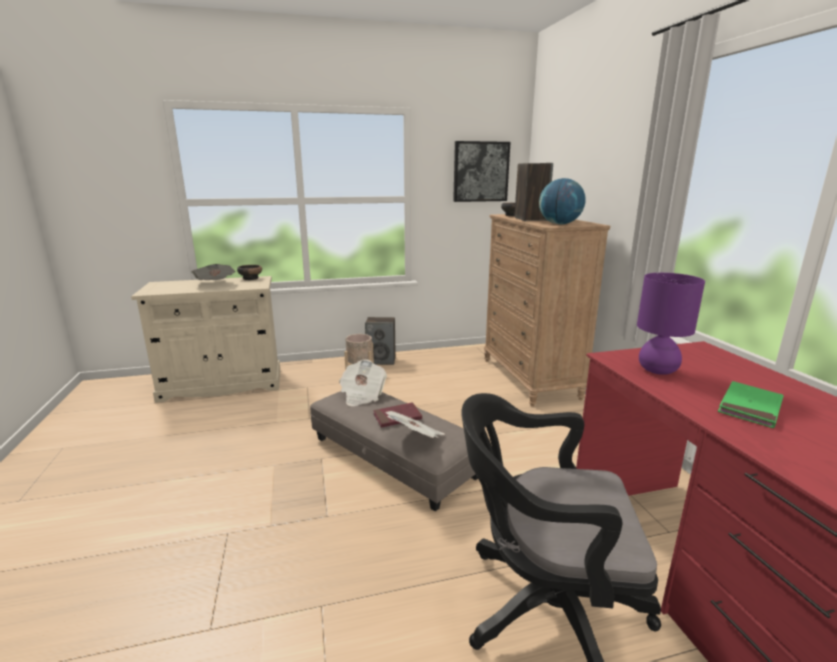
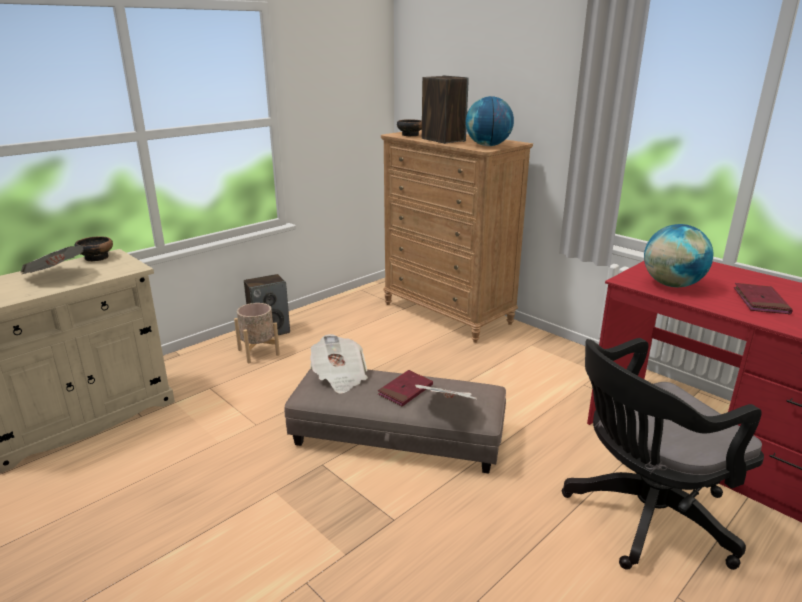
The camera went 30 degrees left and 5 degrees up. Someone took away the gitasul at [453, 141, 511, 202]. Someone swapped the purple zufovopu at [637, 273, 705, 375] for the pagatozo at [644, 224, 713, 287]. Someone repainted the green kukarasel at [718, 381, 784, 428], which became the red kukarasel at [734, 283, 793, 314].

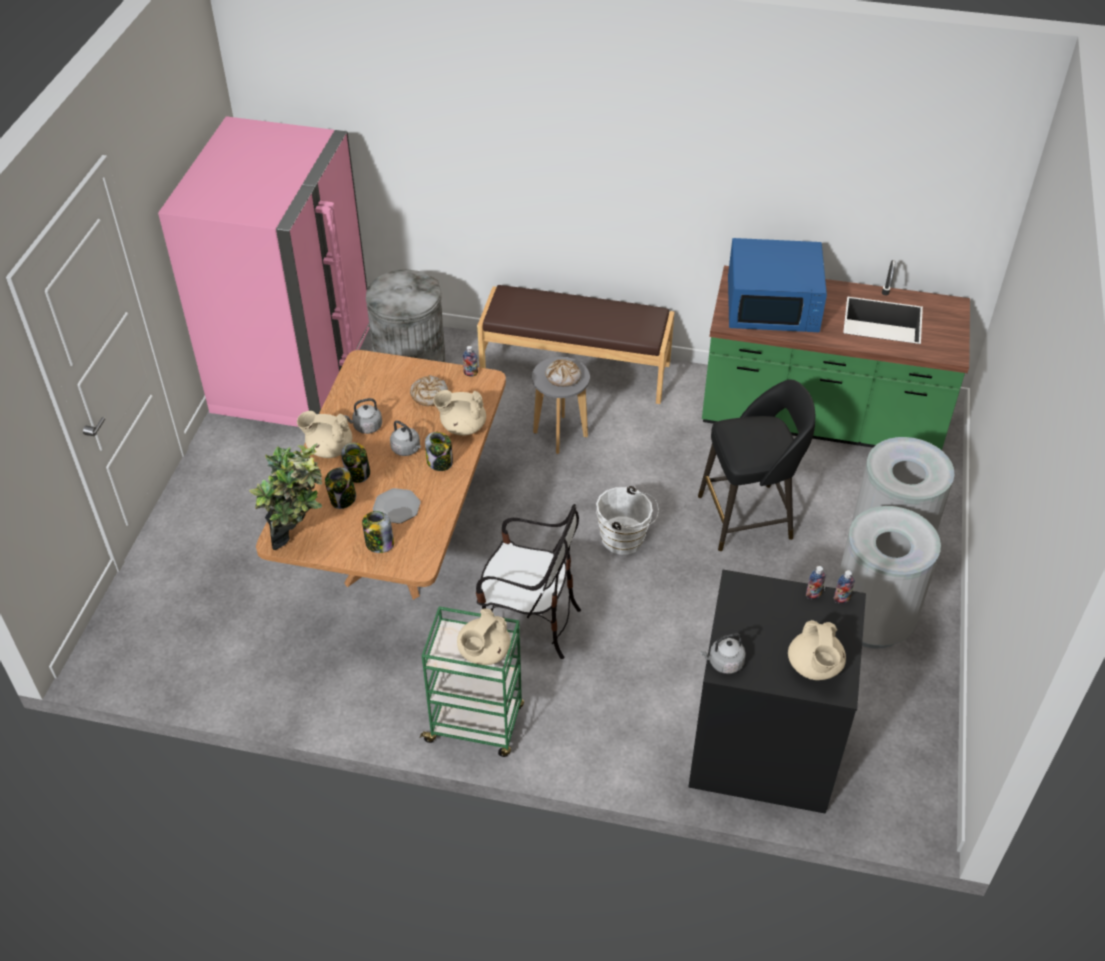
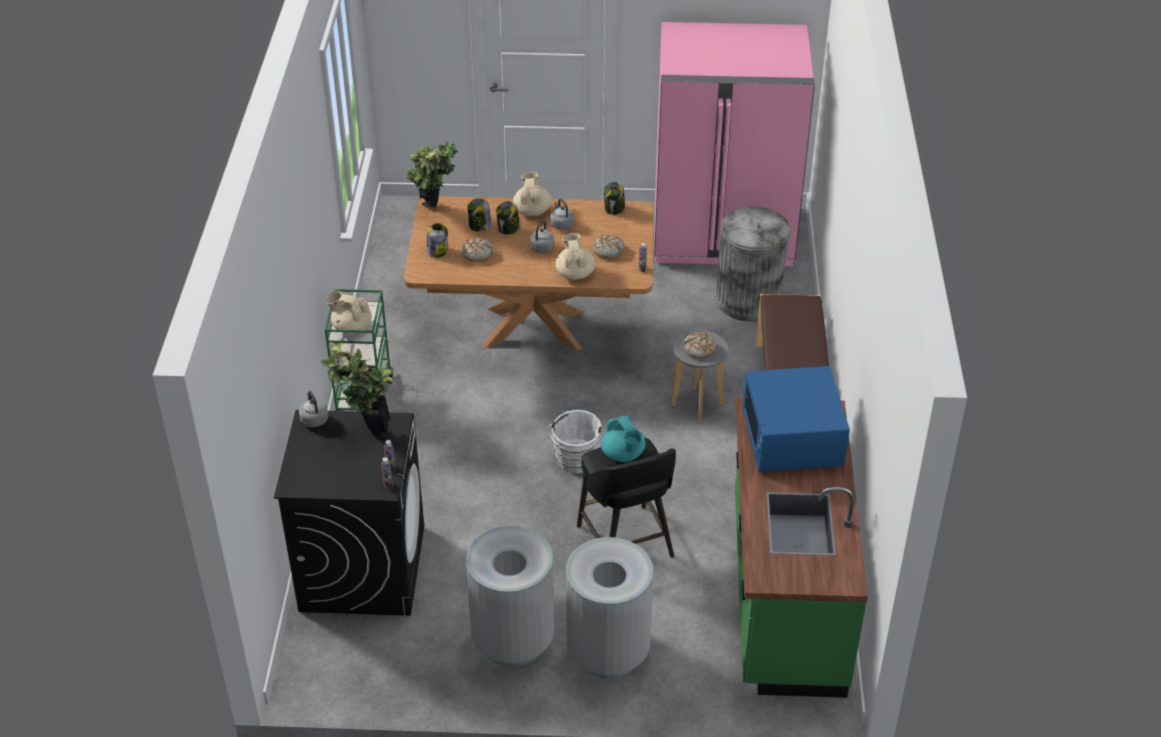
The camera went 80 degrees right and 5 degrees down. Someone swapped the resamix at [373, 488, 421, 524] for the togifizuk at [461, 237, 493, 262]. Someone carried the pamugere from [425, 432, 453, 471] to [604, 182, 625, 215]. Someone took away the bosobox at [476, 504, 581, 659]. Someone took away the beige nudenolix at [788, 620, 846, 680]. Someone put down the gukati at [319, 342, 393, 437]. Someone put down the turquoise nudenolix at [601, 416, 646, 462].

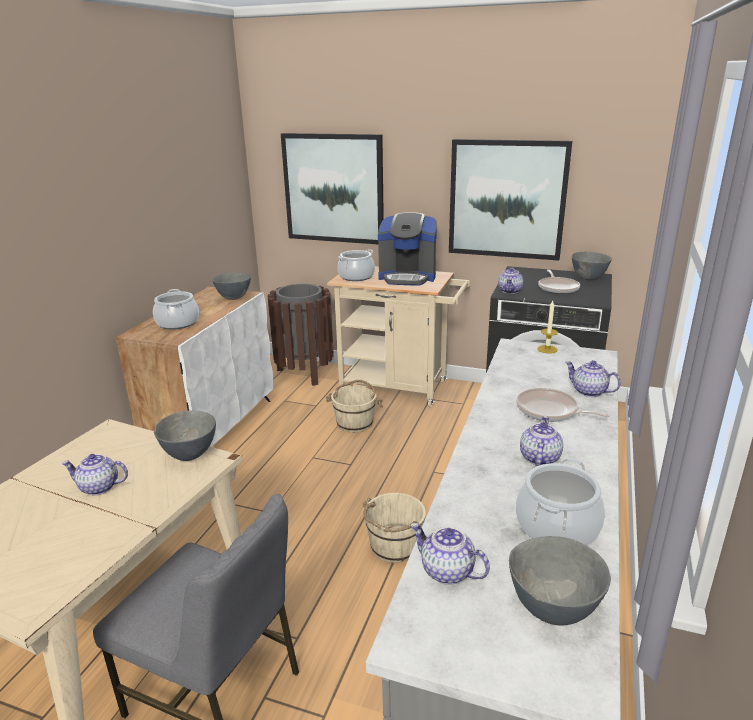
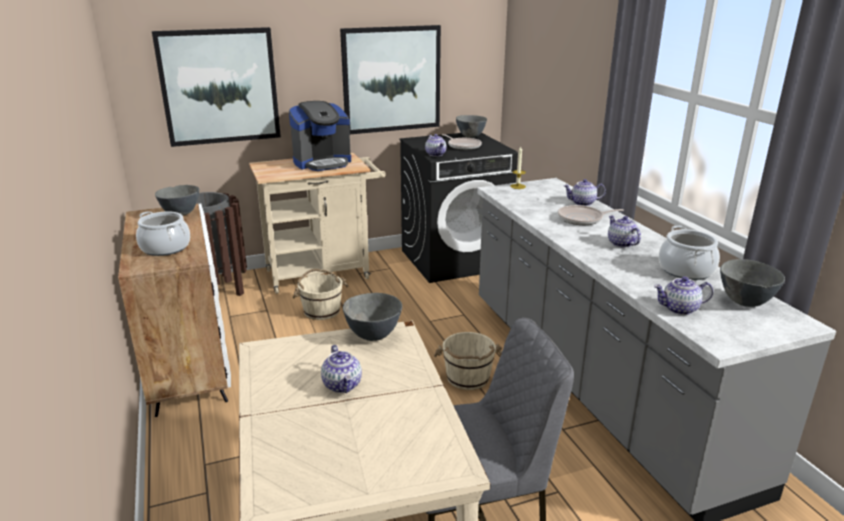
The camera went 40 degrees left and 0 degrees up. Someone rotated the nudenolix at [61, 454, 128, 495] by 75 degrees counterclockwise. Someone took away the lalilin at [337, 249, 375, 281].

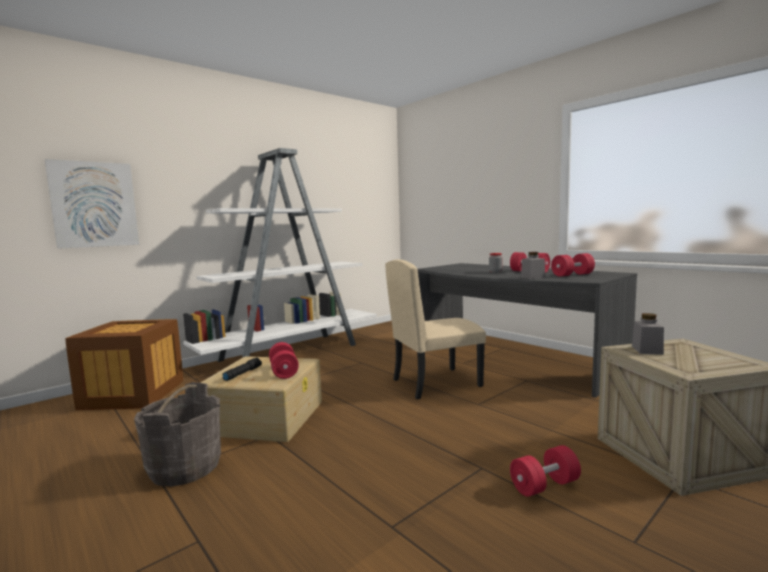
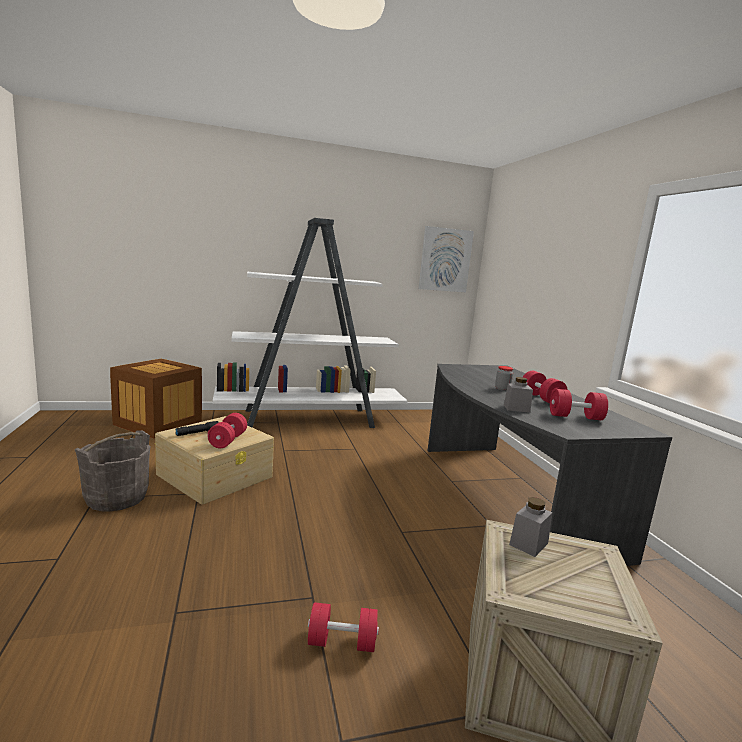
The camera went 25 degrees right and 5 degrees up. Someone carried the gitasul from [45, 159, 139, 249] to [419, 226, 474, 292]. Someone took away the beige bosobox at [385, 259, 486, 399].

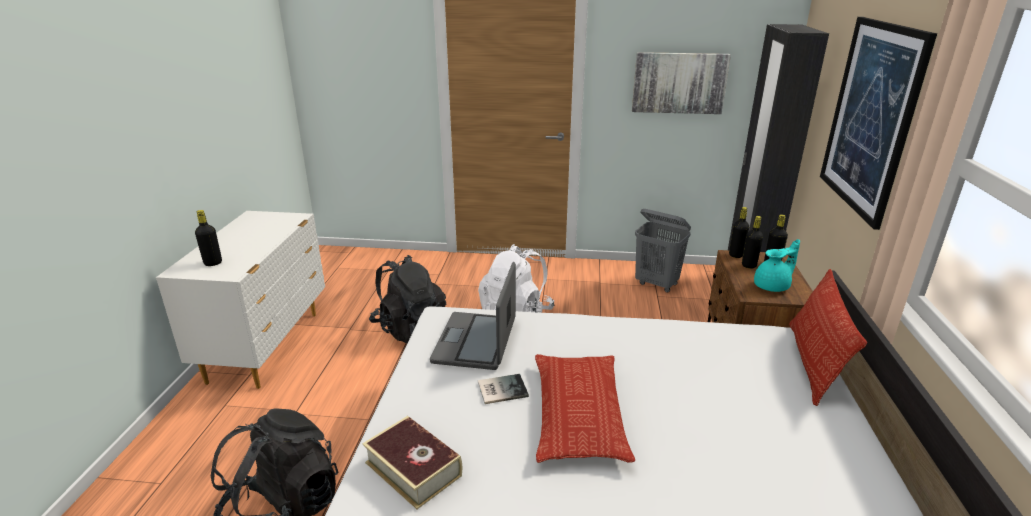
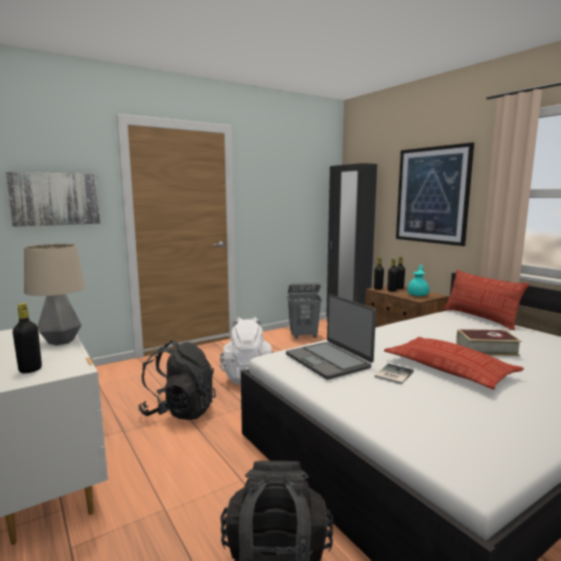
The camera went 40 degrees left and 15 degrees down. Someone carried the kukarasel from [362, 416, 462, 509] to [456, 329, 522, 356]. Someone carried the gitasul from [632, 52, 731, 114] to [6, 172, 101, 227]. Someone put down the zufovopu at [24, 244, 85, 345].

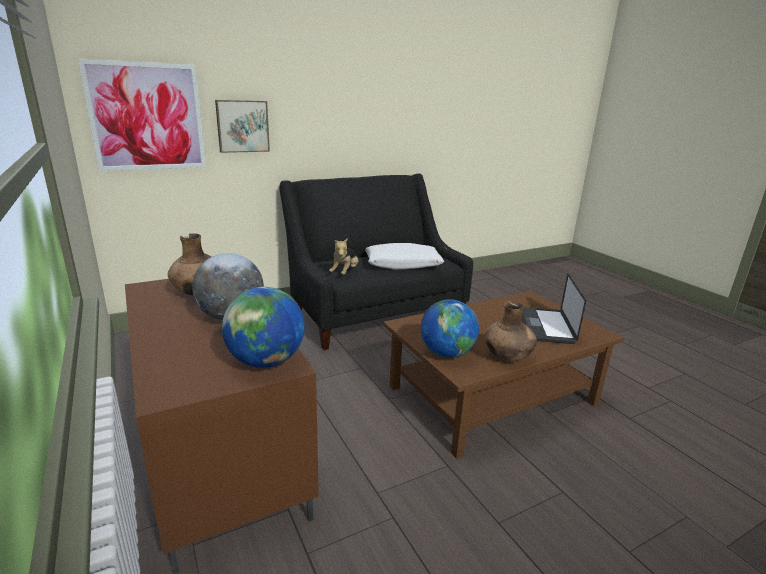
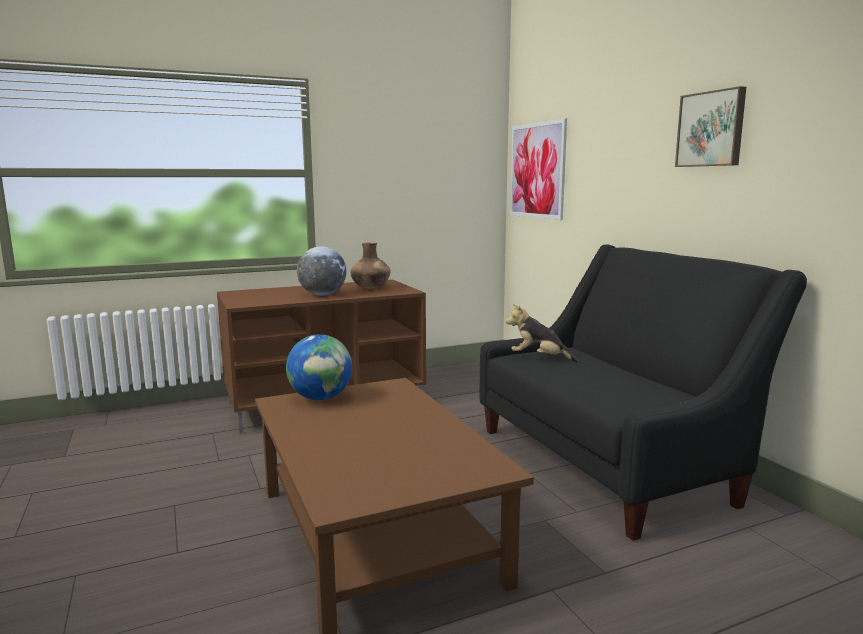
The camera went 95 degrees right and 10 degrees down. Someone carried the gitasul from [215, 100, 270, 153] to [675, 86, 746, 167]. Someone took away the pagatozo at [222, 287, 305, 368]. Someone took away the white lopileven at [365, 243, 444, 270]. Someone took away the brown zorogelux at [484, 301, 537, 361]. Someone took away the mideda at [522, 274, 586, 344].

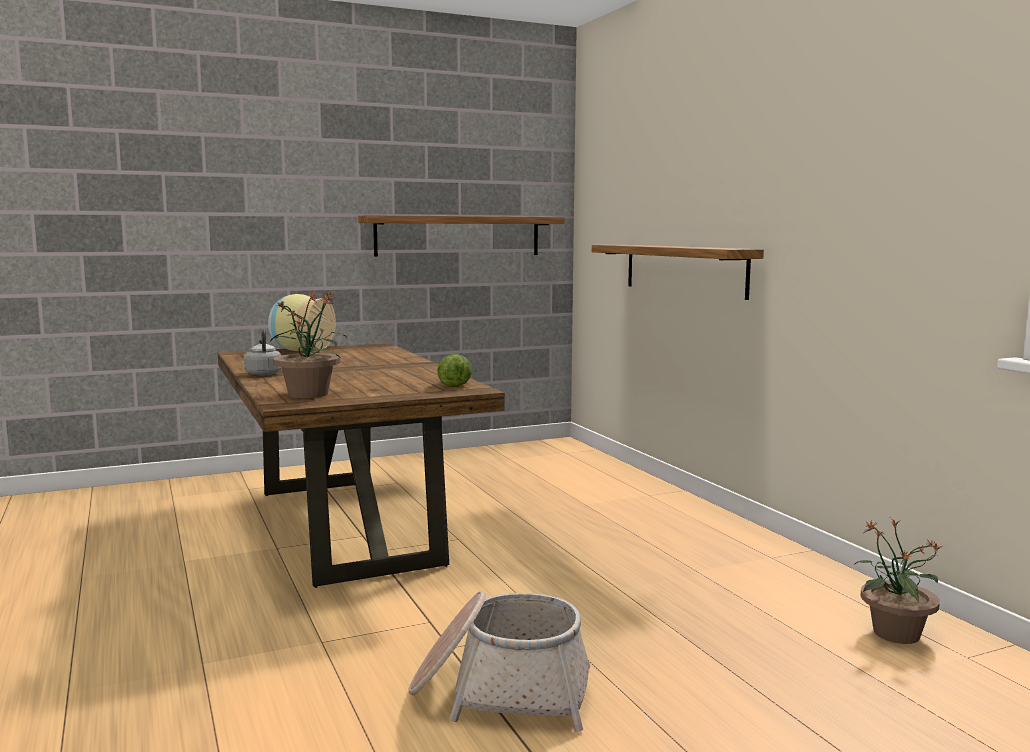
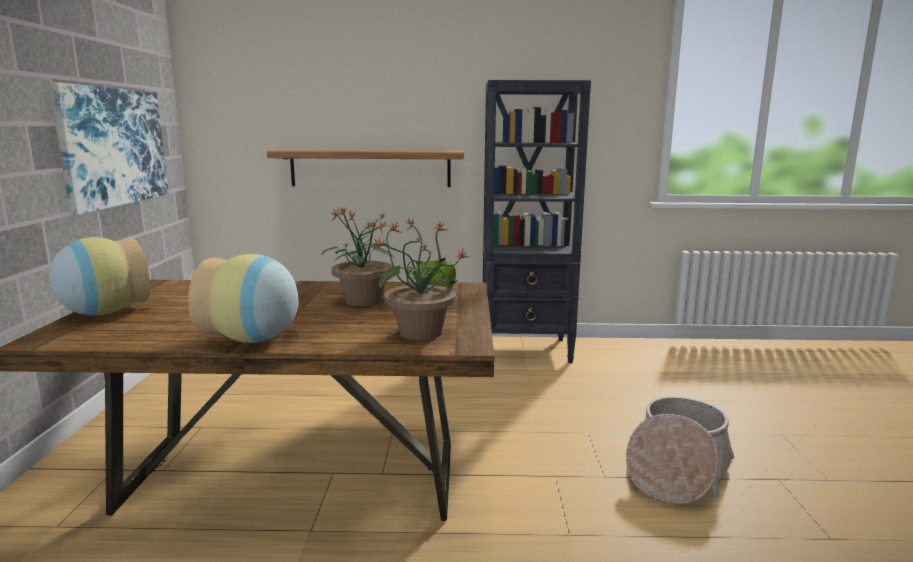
The camera went 65 degrees left and 5 degrees up. Someone swapped the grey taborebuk at [244, 329, 281, 376] for the zorogelux at [188, 254, 299, 343]. Someone swapped the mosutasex at [358, 215, 564, 257] for the gitasul at [49, 82, 169, 215]. Someone carried the gukati from [854, 518, 942, 644] to [322, 208, 396, 306]. Someone put down the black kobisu at [483, 80, 591, 363].

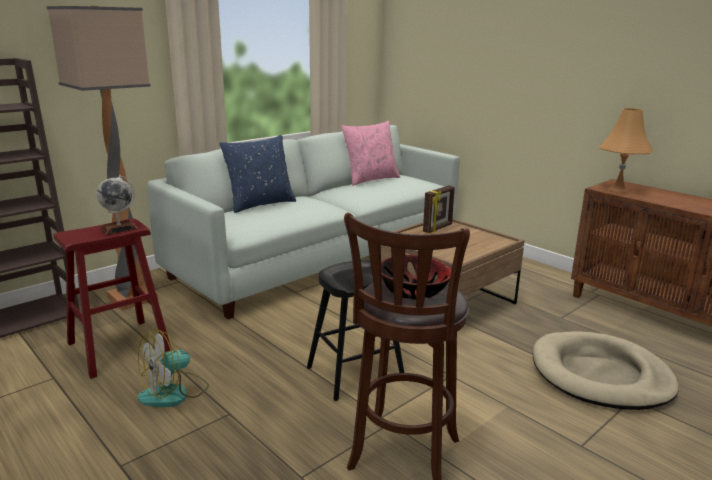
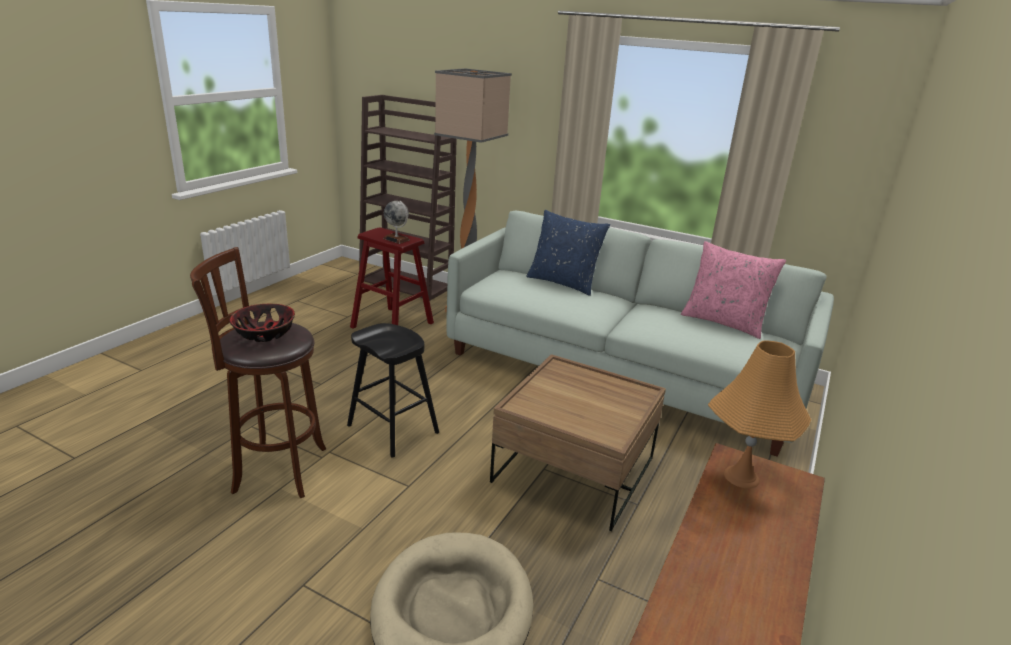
The camera went 70 degrees right and 5 degrees up. Someone took away the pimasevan at [138, 329, 209, 407]. Someone took away the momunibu at [423, 185, 455, 233].

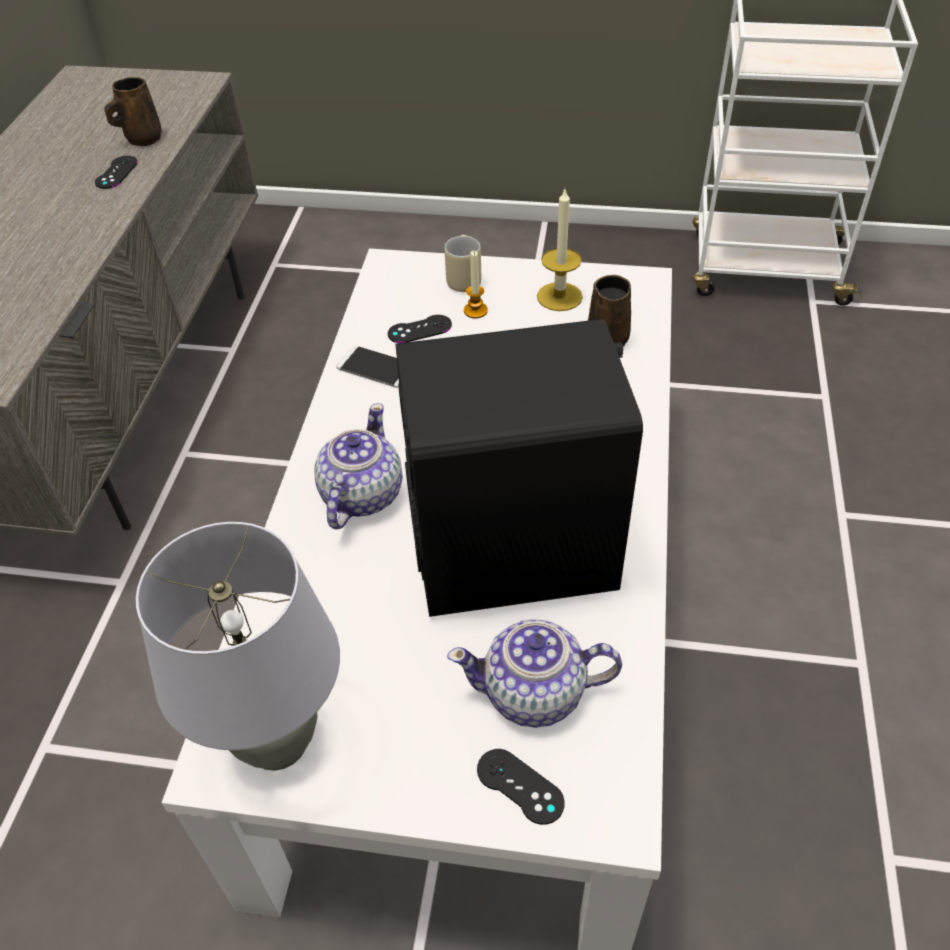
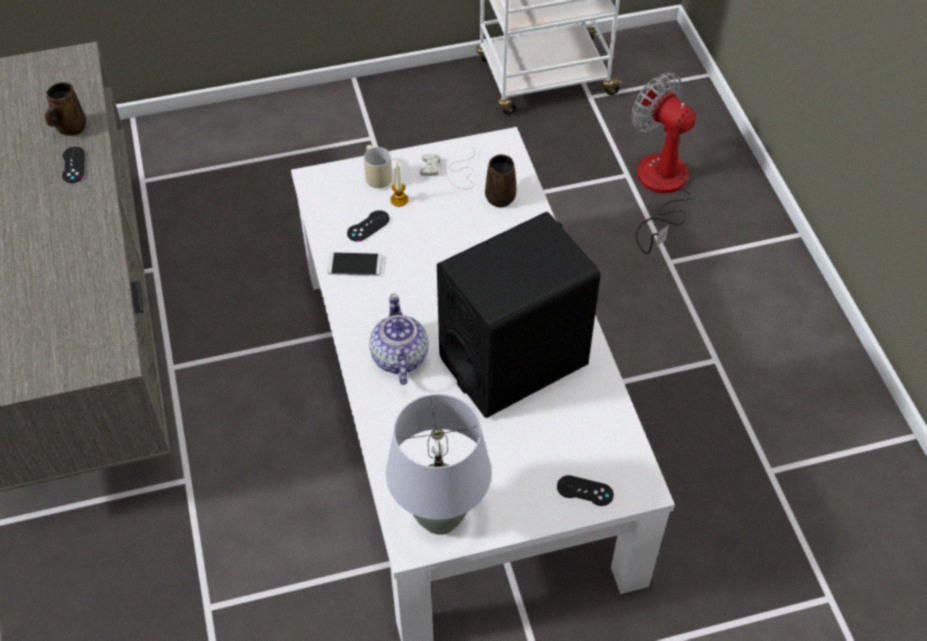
The camera went 25 degrees left and 5 degrees up. Someone took away the nudenolix at [447, 619, 622, 728]. Someone swapped the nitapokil at [537, 189, 583, 311] for the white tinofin at [420, 145, 475, 189]. Someone put down the pimasevan at [631, 73, 696, 254].

